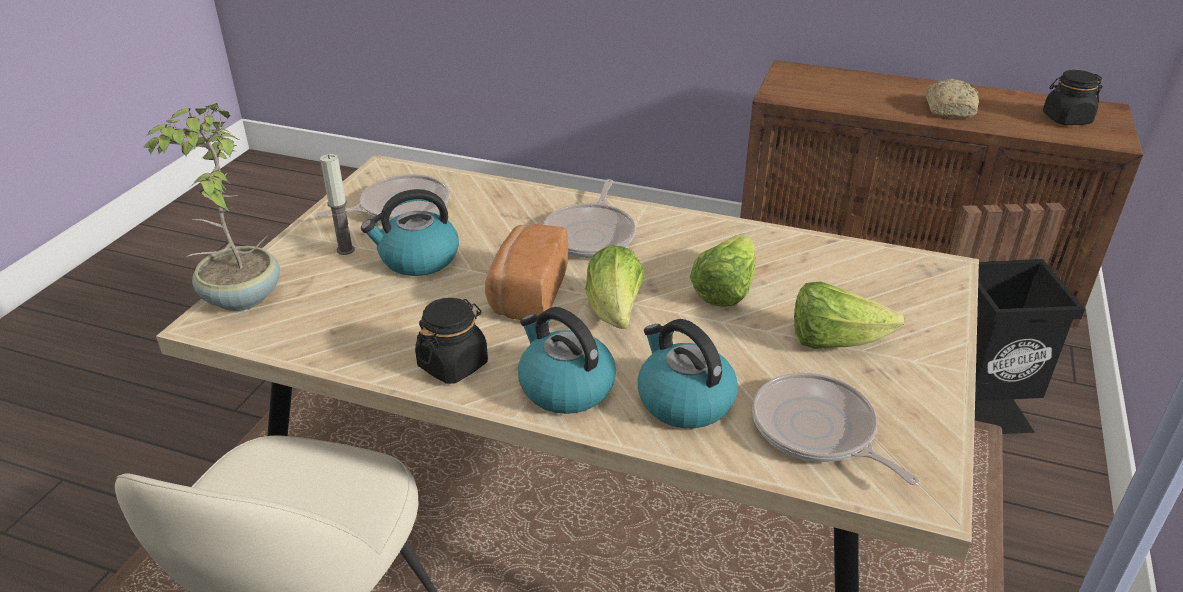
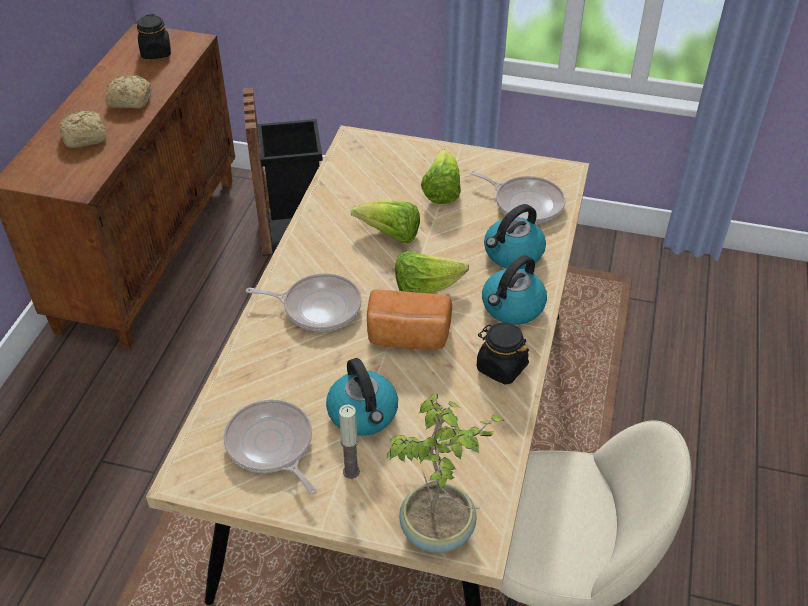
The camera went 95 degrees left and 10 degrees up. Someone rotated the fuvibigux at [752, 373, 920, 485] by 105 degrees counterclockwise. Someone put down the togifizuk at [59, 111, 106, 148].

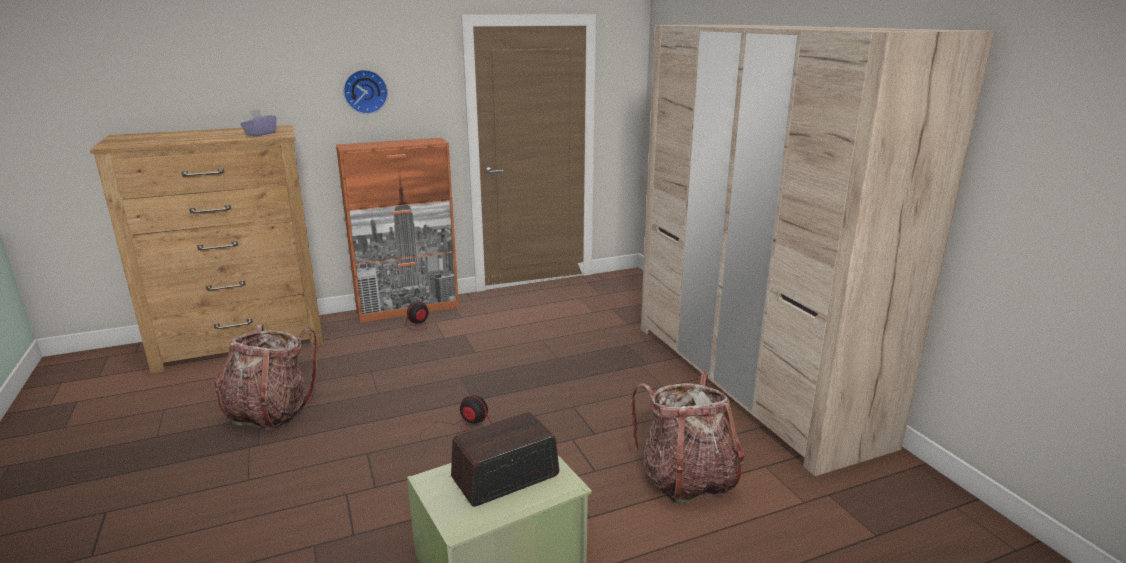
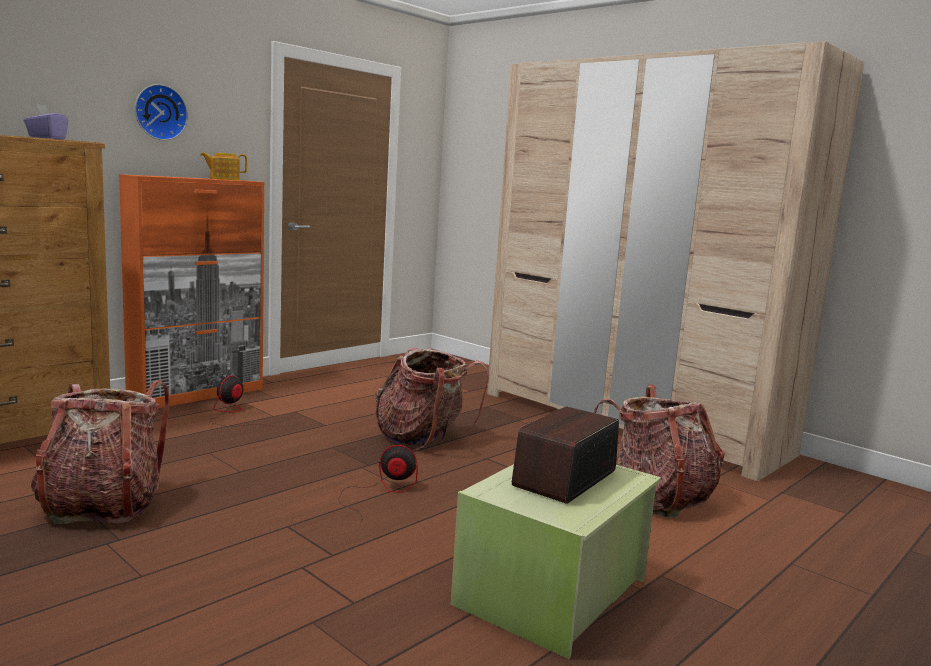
The camera went 25 degrees left and 10 degrees down. Someone put down the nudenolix at [200, 152, 247, 180]. Someone put down the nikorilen at [376, 348, 489, 450].

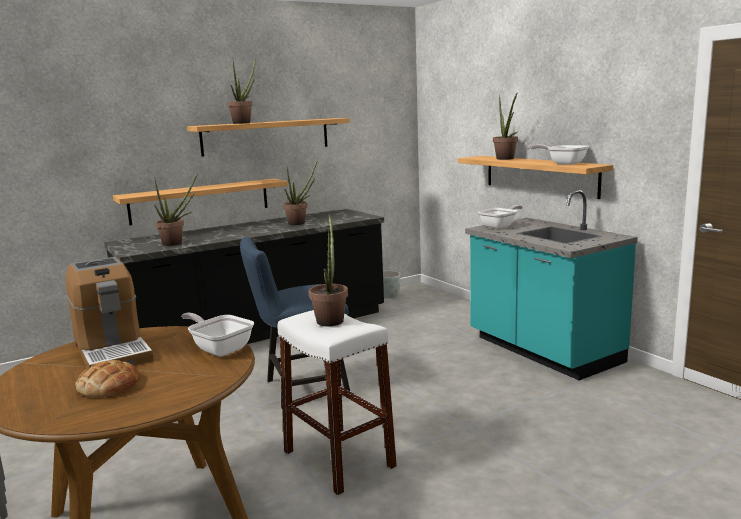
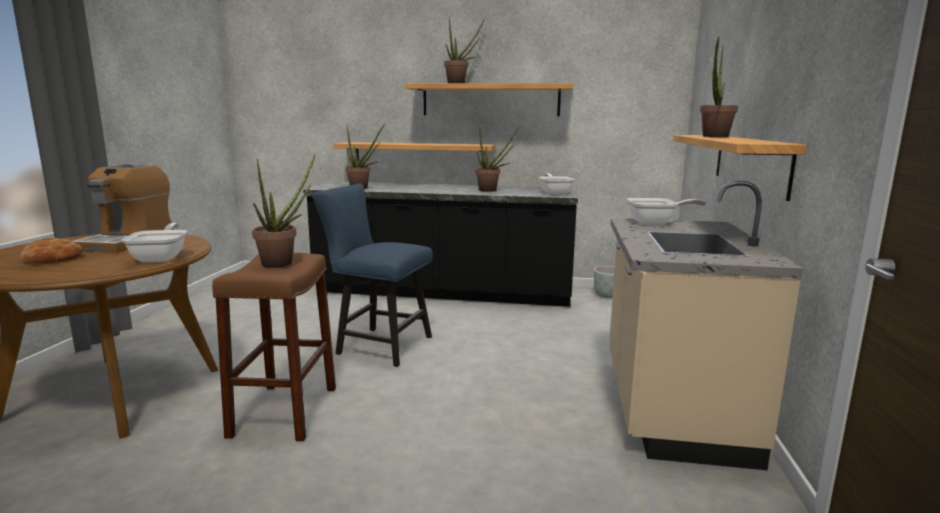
The camera went 40 degrees right and 0 degrees up. Someone repainted the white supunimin at [278, 310, 397, 495], which became the brown supunimin at [212, 253, 336, 441]. Someone repainted the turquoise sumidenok at [465, 190, 638, 380], which became the beige sumidenok at [609, 181, 804, 470]. Someone carried the fuvibigux from [530, 145, 589, 165] to [539, 173, 575, 195].

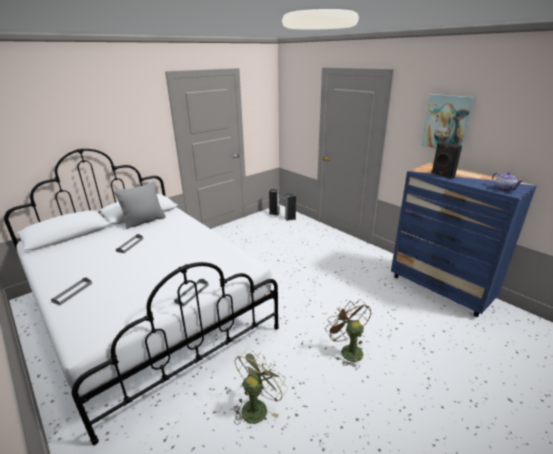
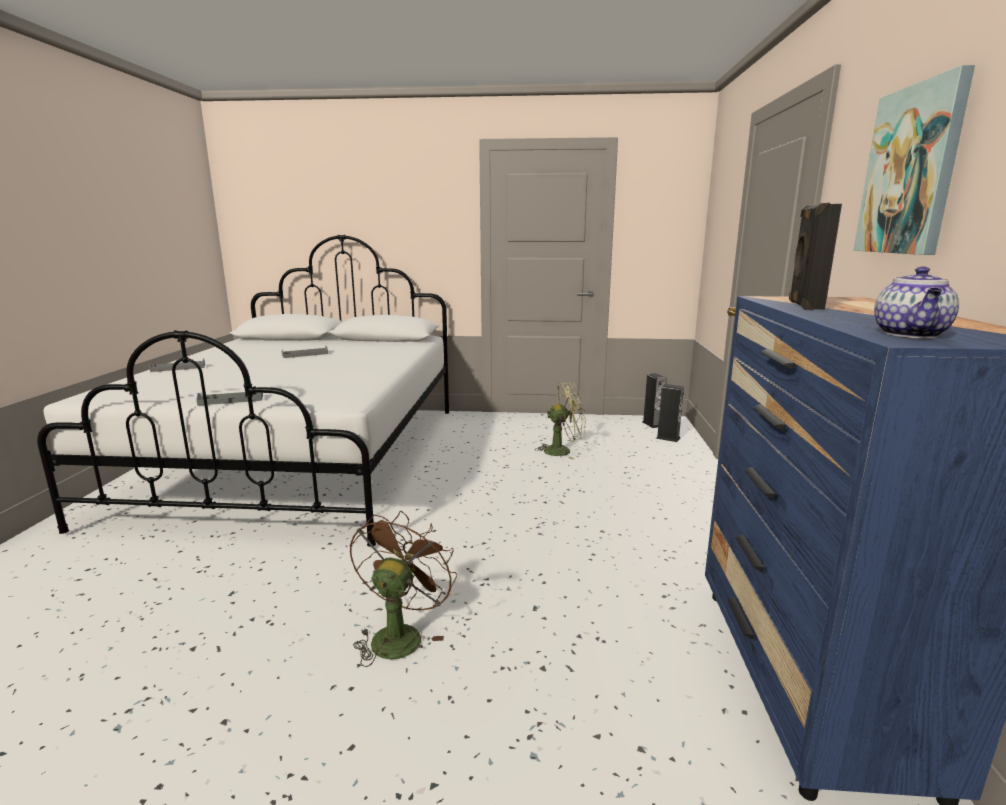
The camera went 45 degrees right and 10 degrees down. Someone took away the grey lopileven at [114, 181, 166, 229]. Someone carried the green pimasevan from [233, 349, 288, 425] to [535, 382, 587, 459].

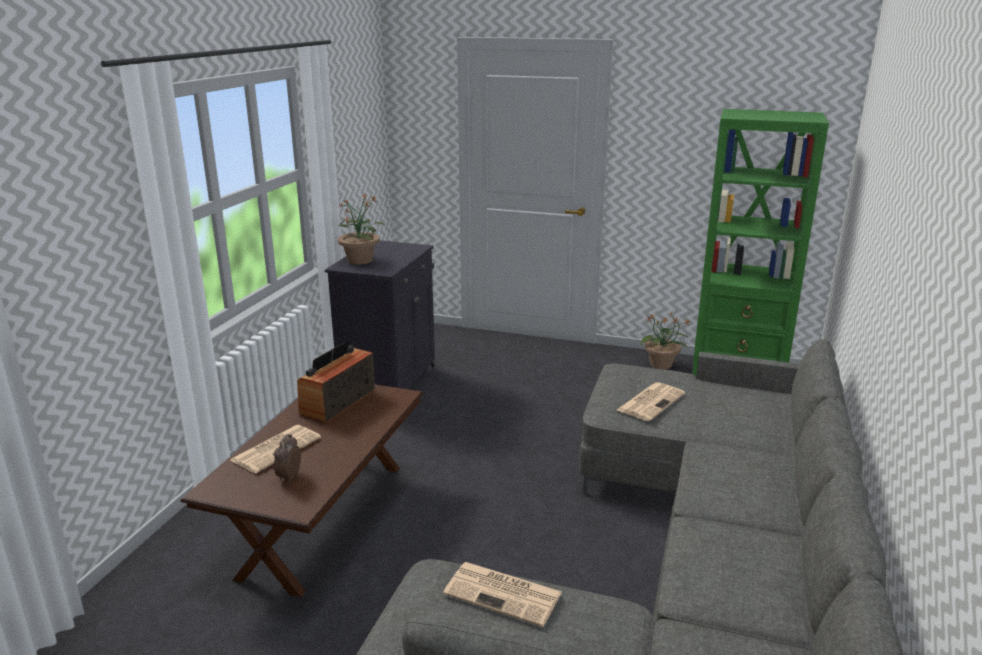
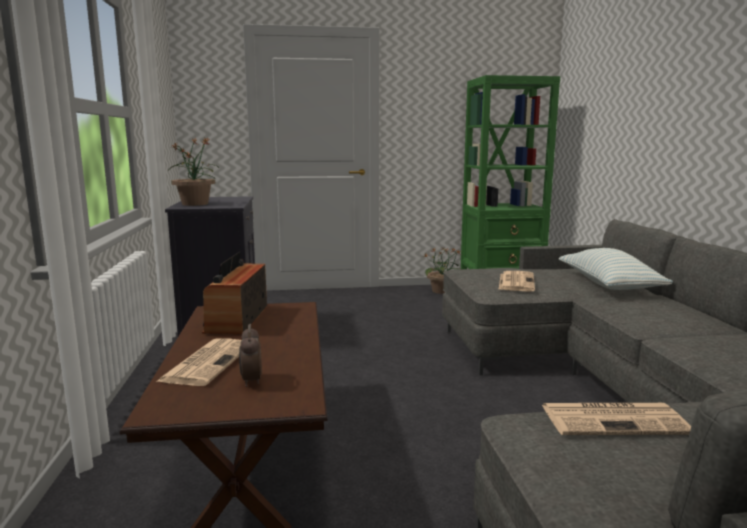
The camera went 25 degrees left and 10 degrees down. Someone put down the lopileven at [559, 248, 673, 290].

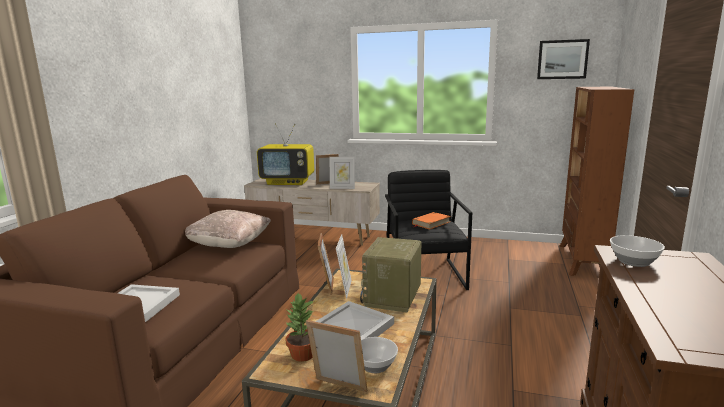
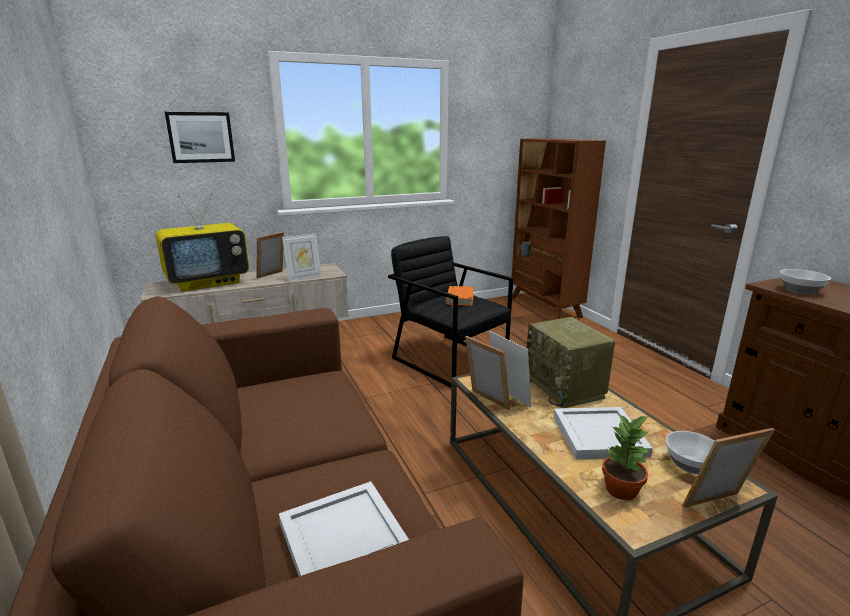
The camera went 40 degrees left and 5 degrees up. Someone took away the beige lopileven at [185, 210, 271, 248]. Someone carried the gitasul from [537, 39, 590, 79] to [165, 112, 235, 163].

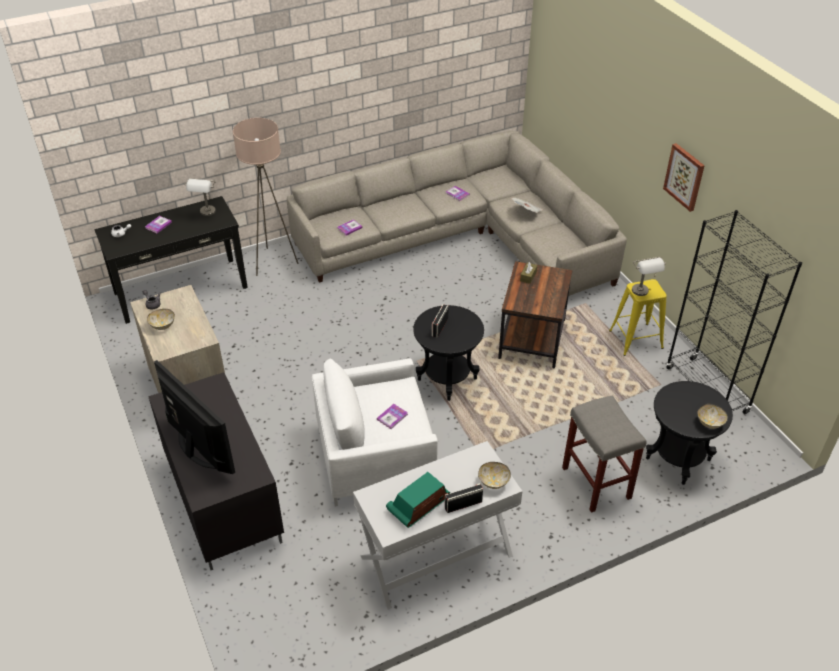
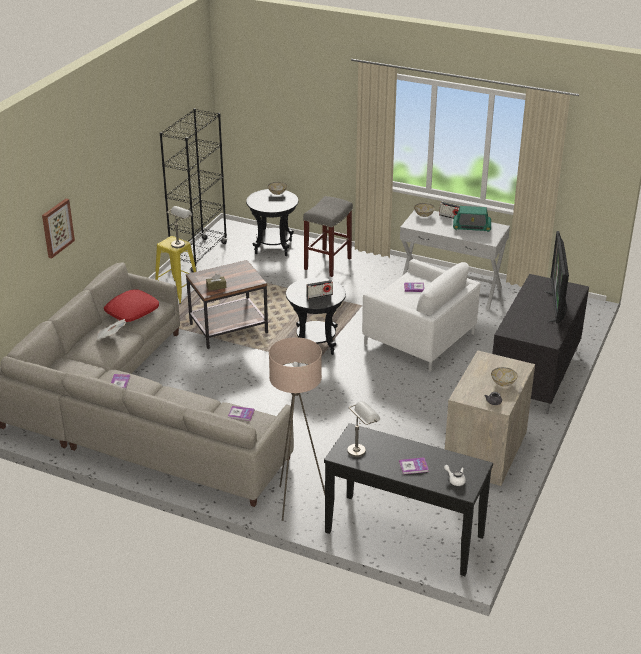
The camera went 130 degrees left and 10 degrees down. Someone carried the gitasul from [663, 143, 705, 212] to [42, 199, 75, 258]. Someone put down the red lopileven at [104, 289, 159, 322].

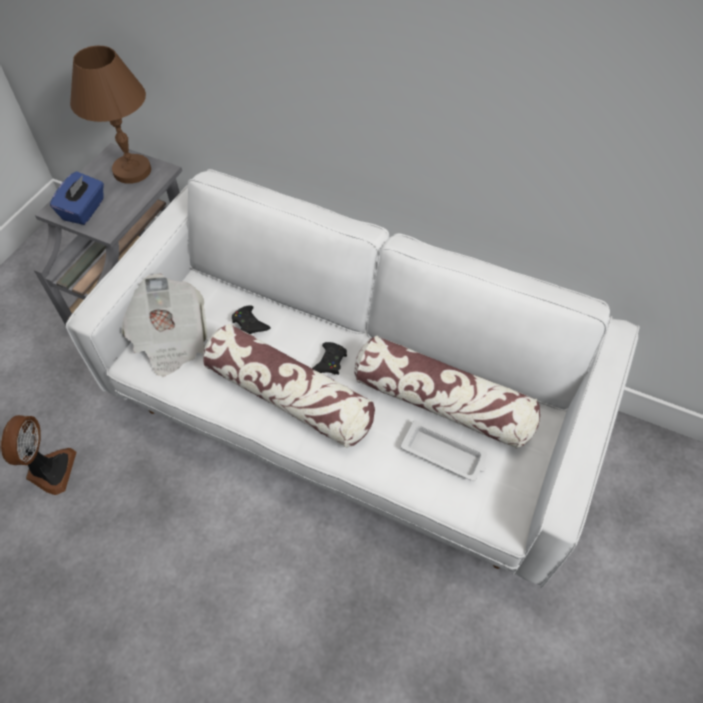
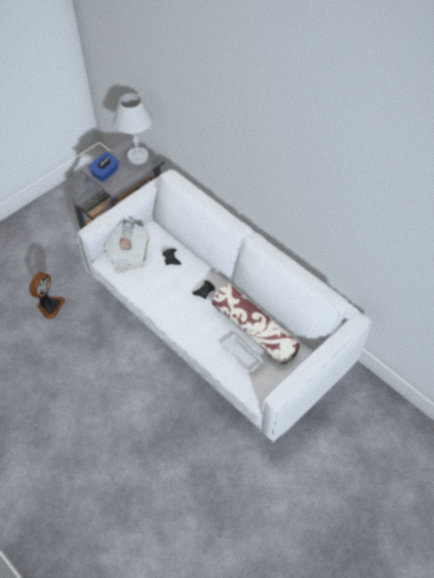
The camera went 20 degrees right and 0 degrees up. Someone repainted the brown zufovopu at [70, 46, 151, 184], which became the white zufovopu at [113, 93, 153, 164]. Someone took away the lopileven at [203, 324, 375, 448].

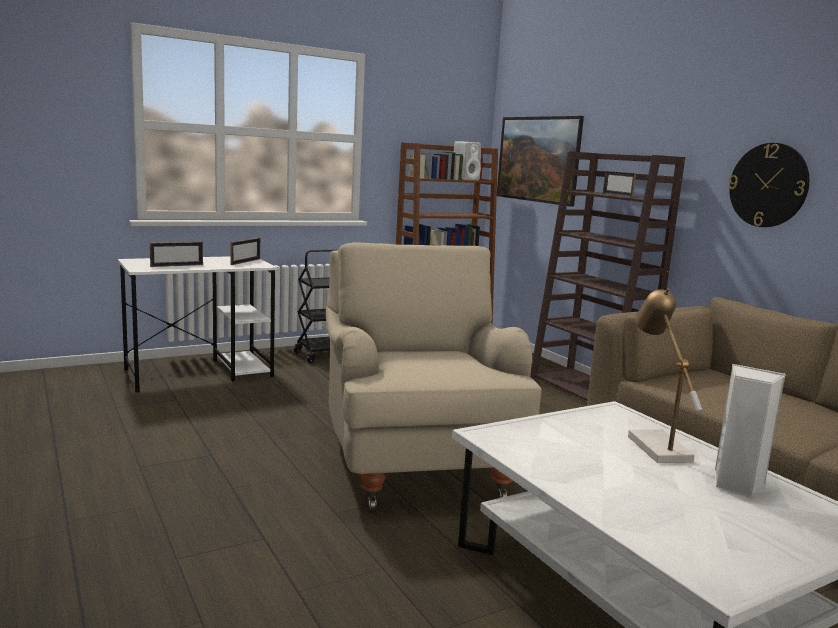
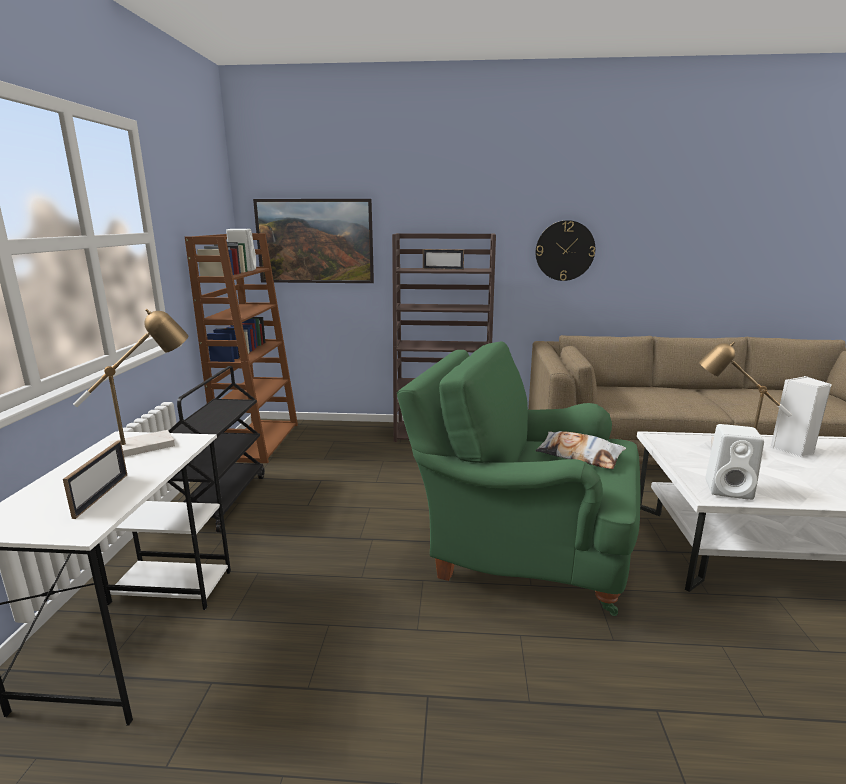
The camera went 55 degrees left and 5 degrees up. Someone swapped the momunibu at [231, 238, 260, 265] for the zufovopu at [73, 309, 188, 457]. Someone repainted the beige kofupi at [326, 242, 542, 510], which became the green kofupi at [397, 341, 641, 616]. Someone put down the lopileven at [535, 431, 626, 469]. Someone put down the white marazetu at [705, 424, 764, 500].

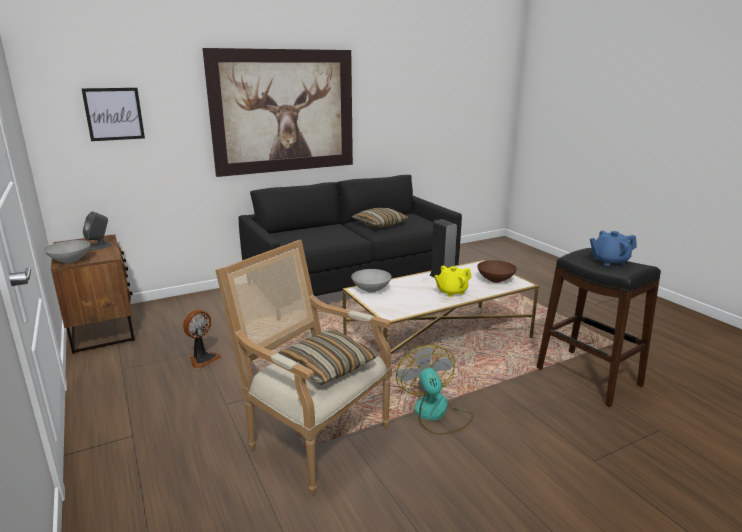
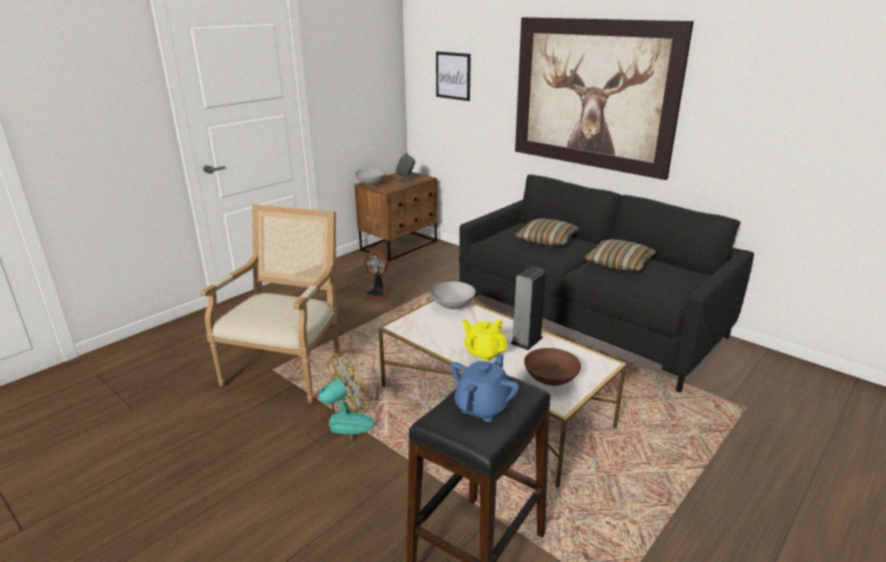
The camera went 70 degrees right and 5 degrees up. Someone carried the lopileven from [278, 330, 378, 385] to [515, 218, 579, 246]. Someone rotated the blue nudenolix at [590, 231, 637, 266] by 60 degrees clockwise.

